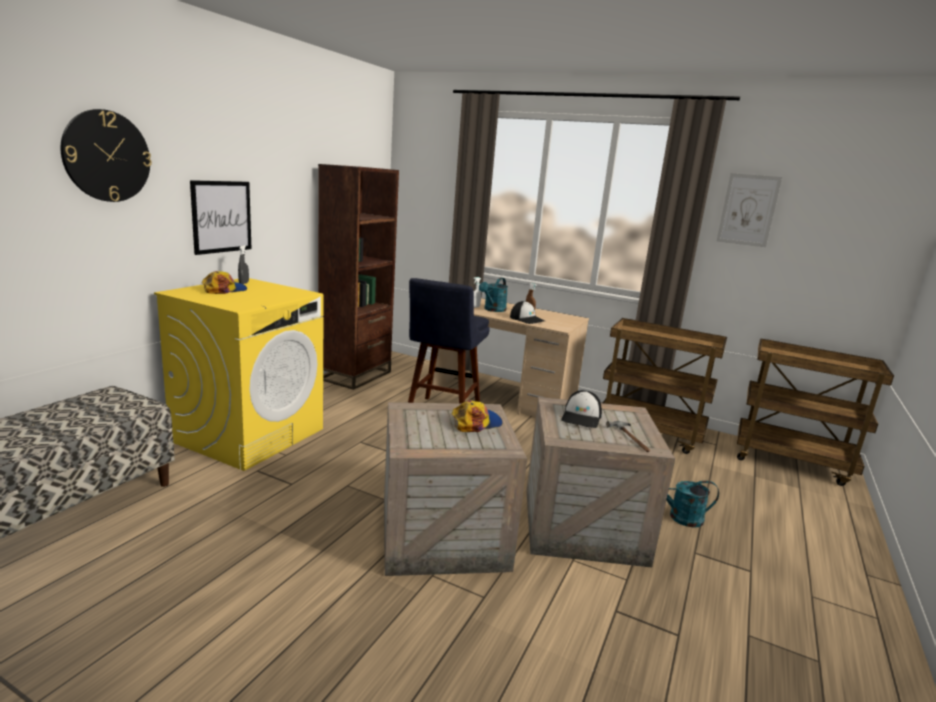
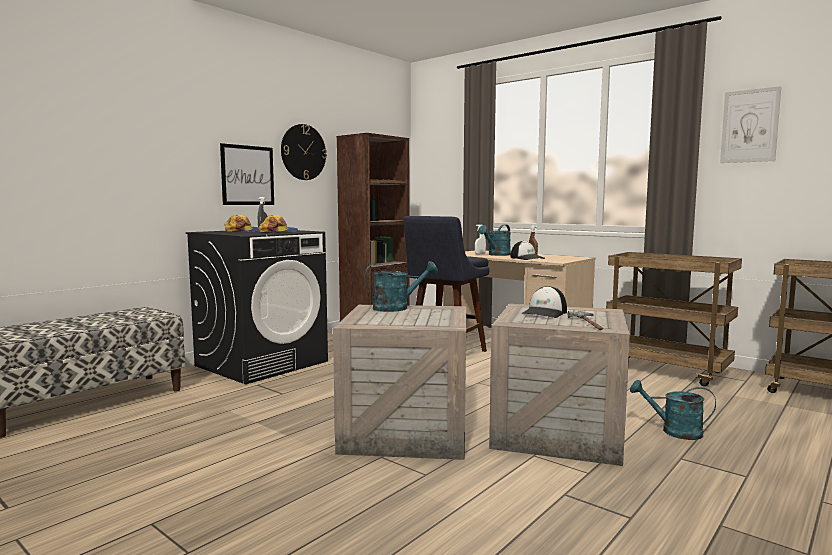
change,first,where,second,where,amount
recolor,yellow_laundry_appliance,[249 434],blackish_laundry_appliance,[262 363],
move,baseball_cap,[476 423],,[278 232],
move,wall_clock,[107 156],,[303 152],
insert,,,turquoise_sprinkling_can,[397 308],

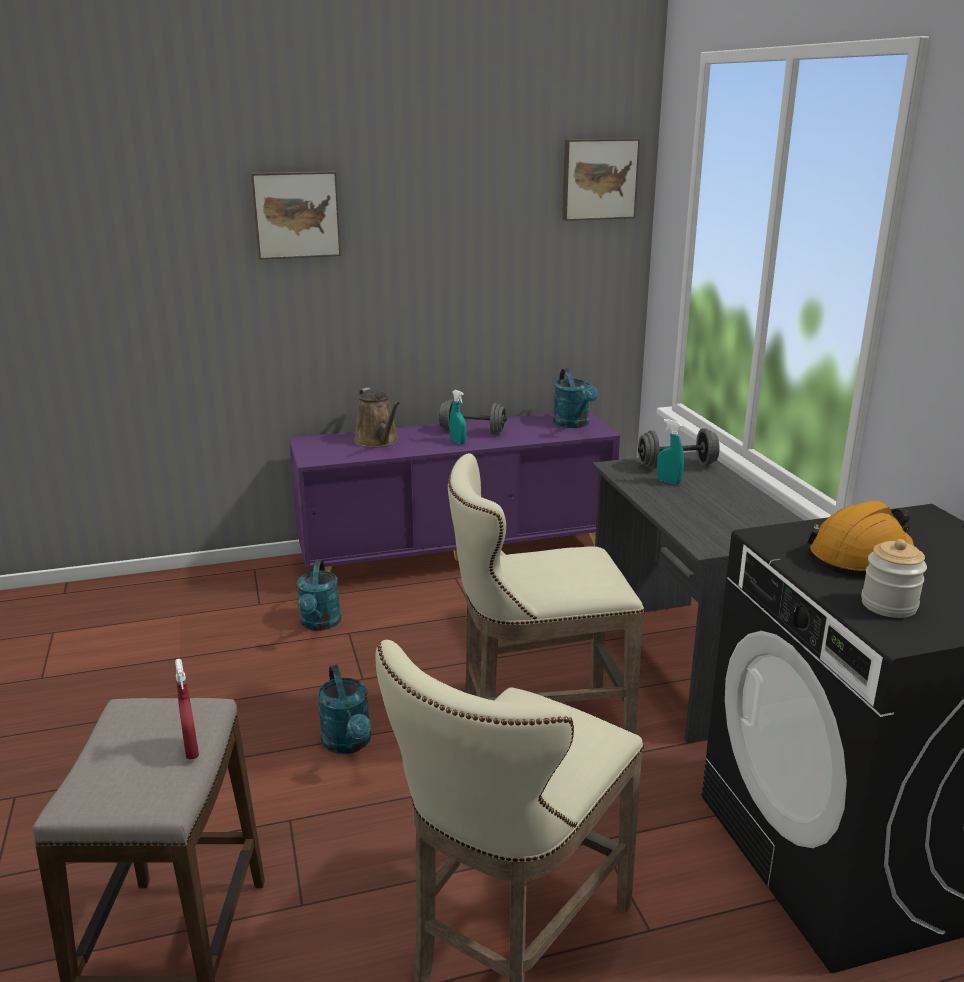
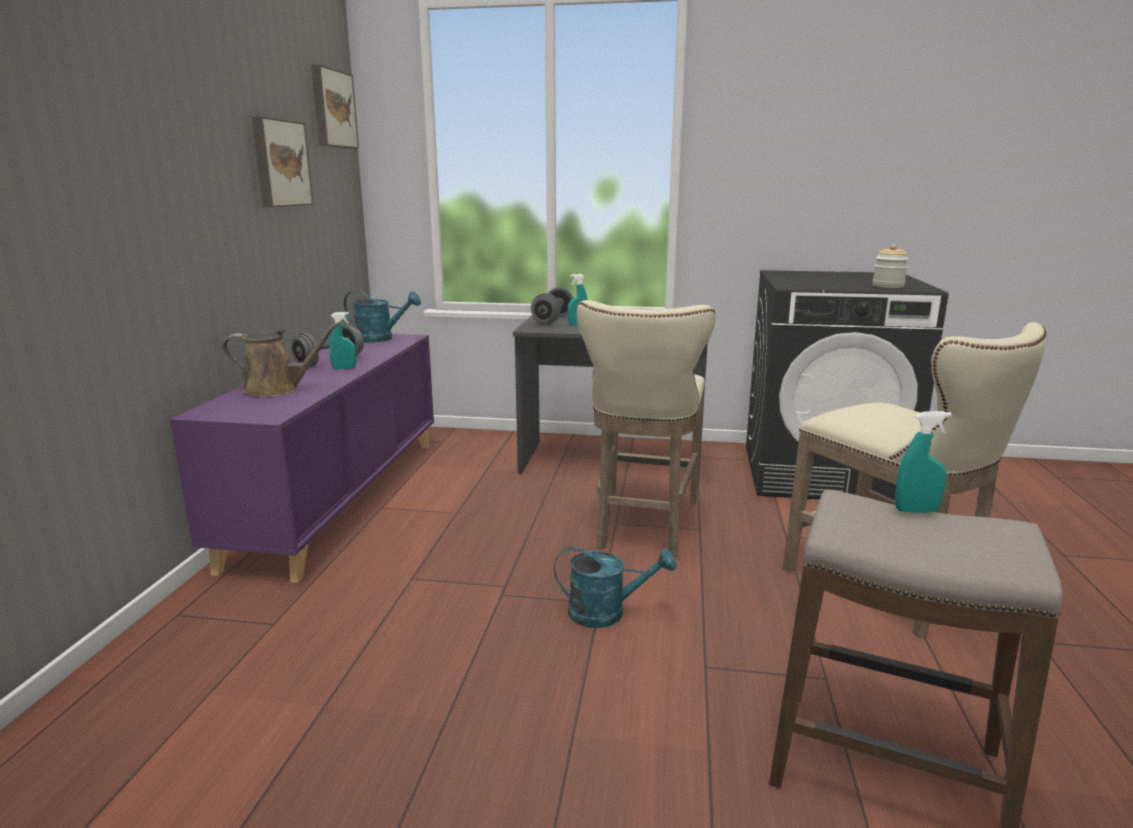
change,first,where,second,where,amount
move,wall_art,[296 214],,[279 163],
recolor,reddish_sprayer,[191 749],turquoise_sprayer,[916 511],
delete,turquoise_sprinkling_can,[319 624],,,
delete,orange_work_helmet,[861 556],,,

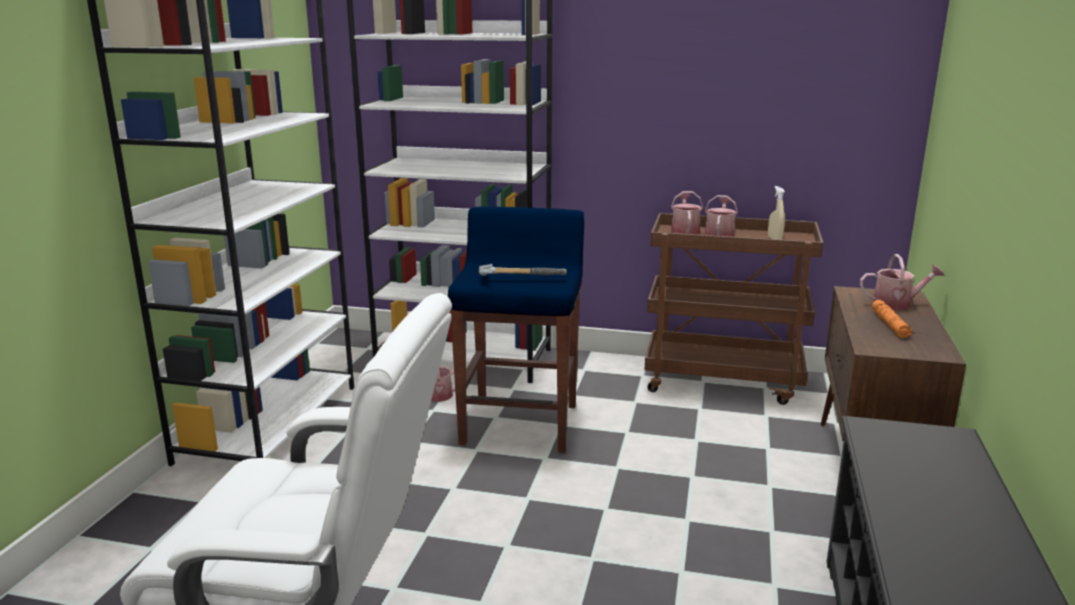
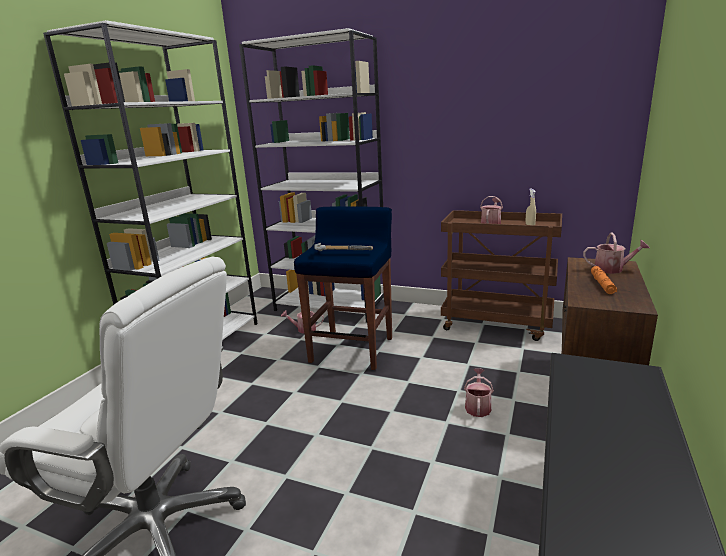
change,first,where,second,where,amount
move,sprinkling_can,[684 231],,[478 406],

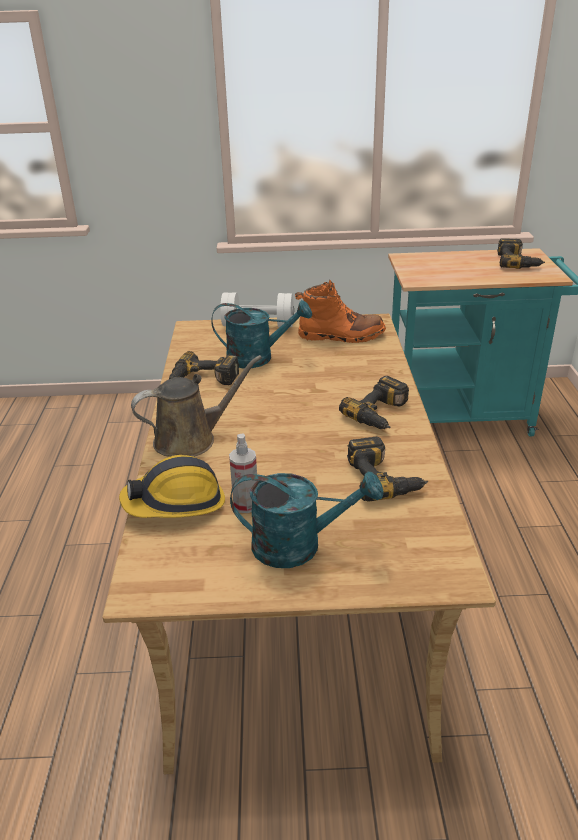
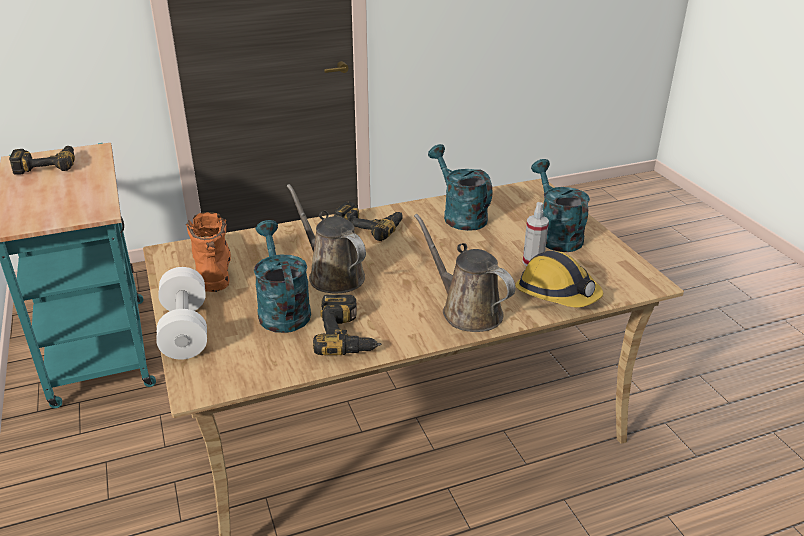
change,first,where,second,where,amount
insert,,,brownish_sprinkling_can,[332 275],
replace,electric_drill,[384 478],turquoise_sprinkling_can,[460 215],

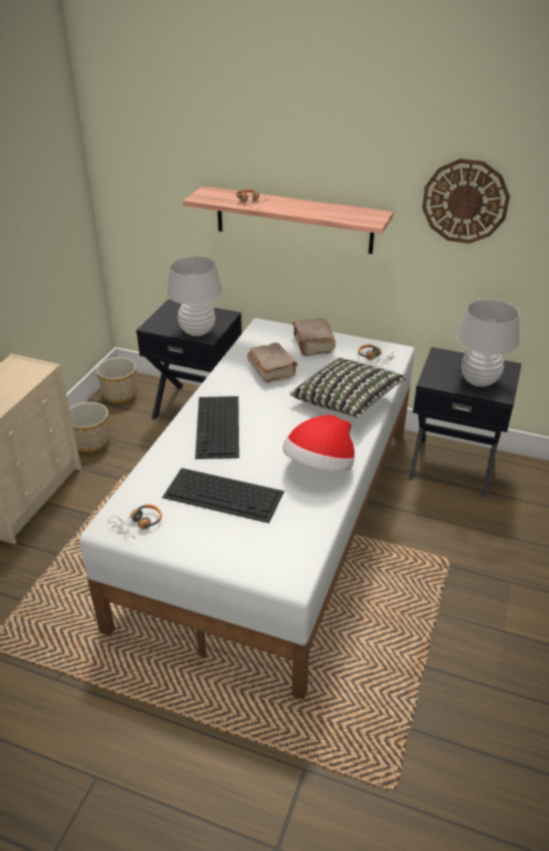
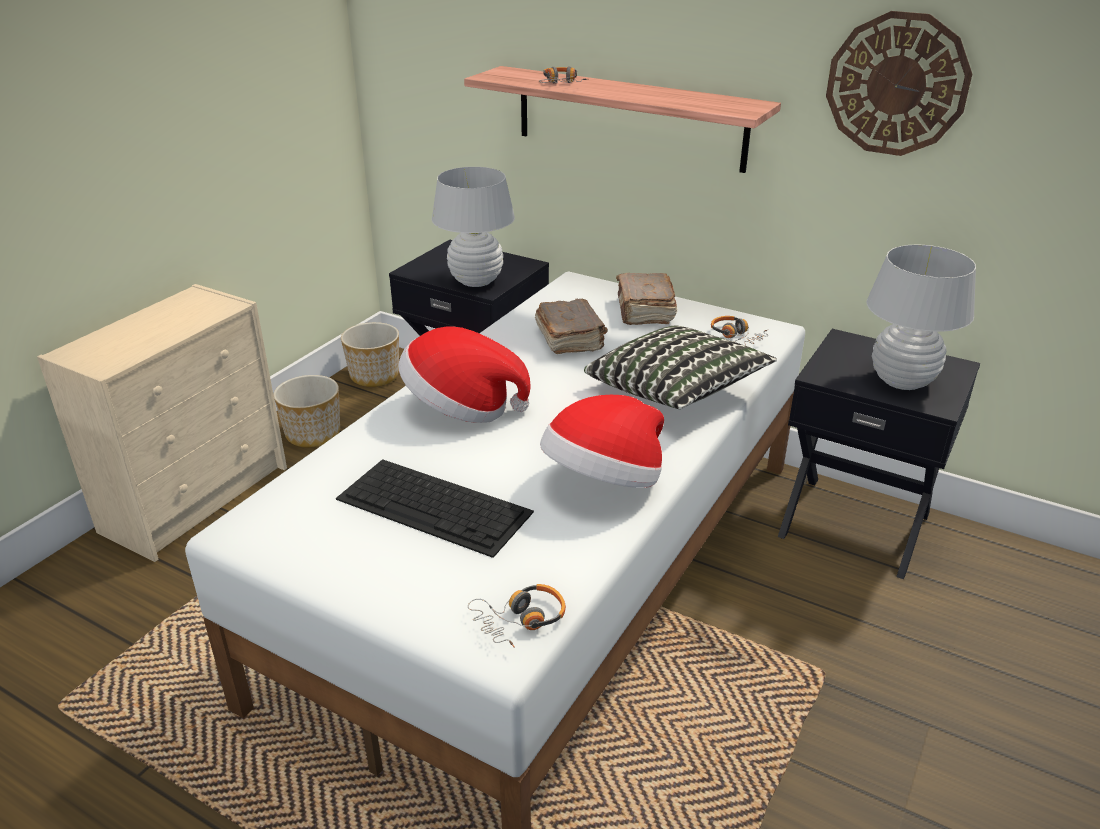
change,first,where,second,where,amount
replace,computer_keyboard,[218 427],hat,[461 408],
move,pair_of_headphones,[138 525],,[520 620],

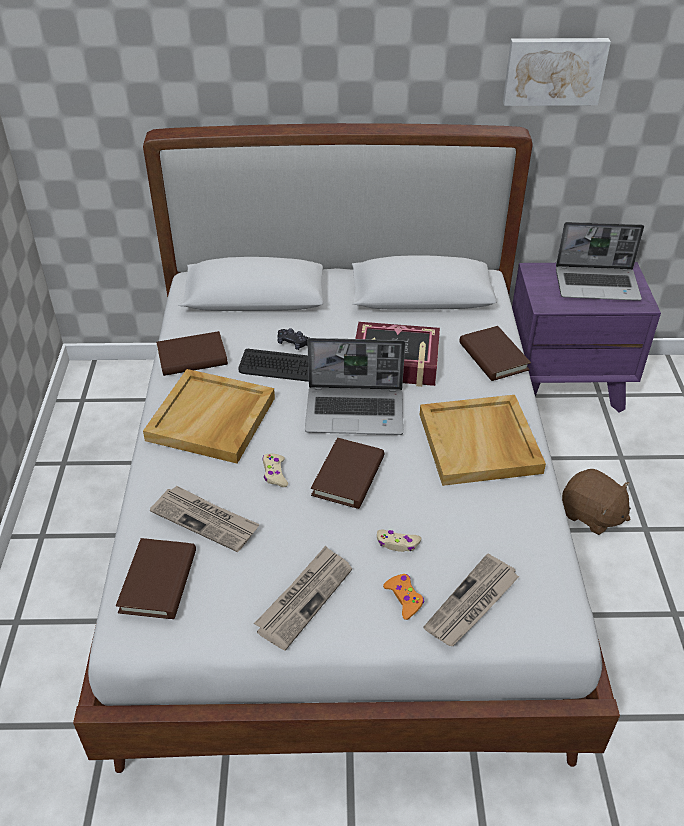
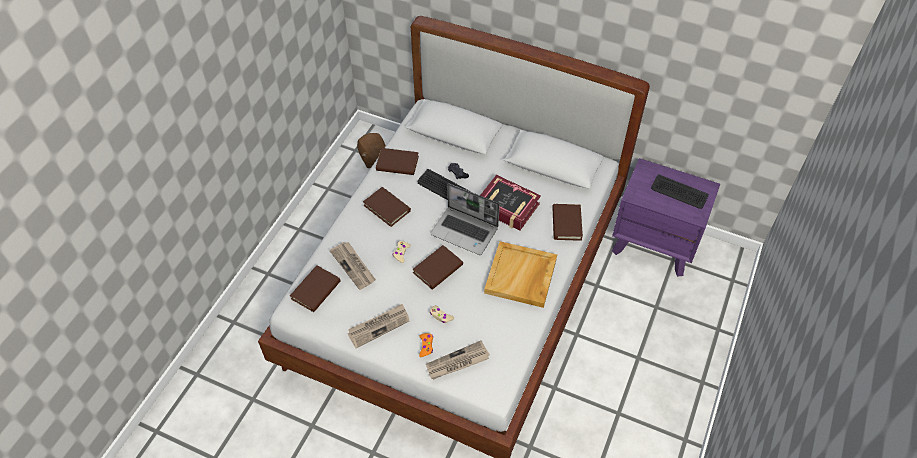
change,first,where,second,where,amount
move,brownish_cuddly_toy,[591 515],,[373 158],
replace,sand-coloured_carrying_tray,[212 420],brownish_bound_book,[387 208],
replace,portable_computer,[598 284],computer_keyboard,[679 192],
delete,wall_art,[554 70],,,

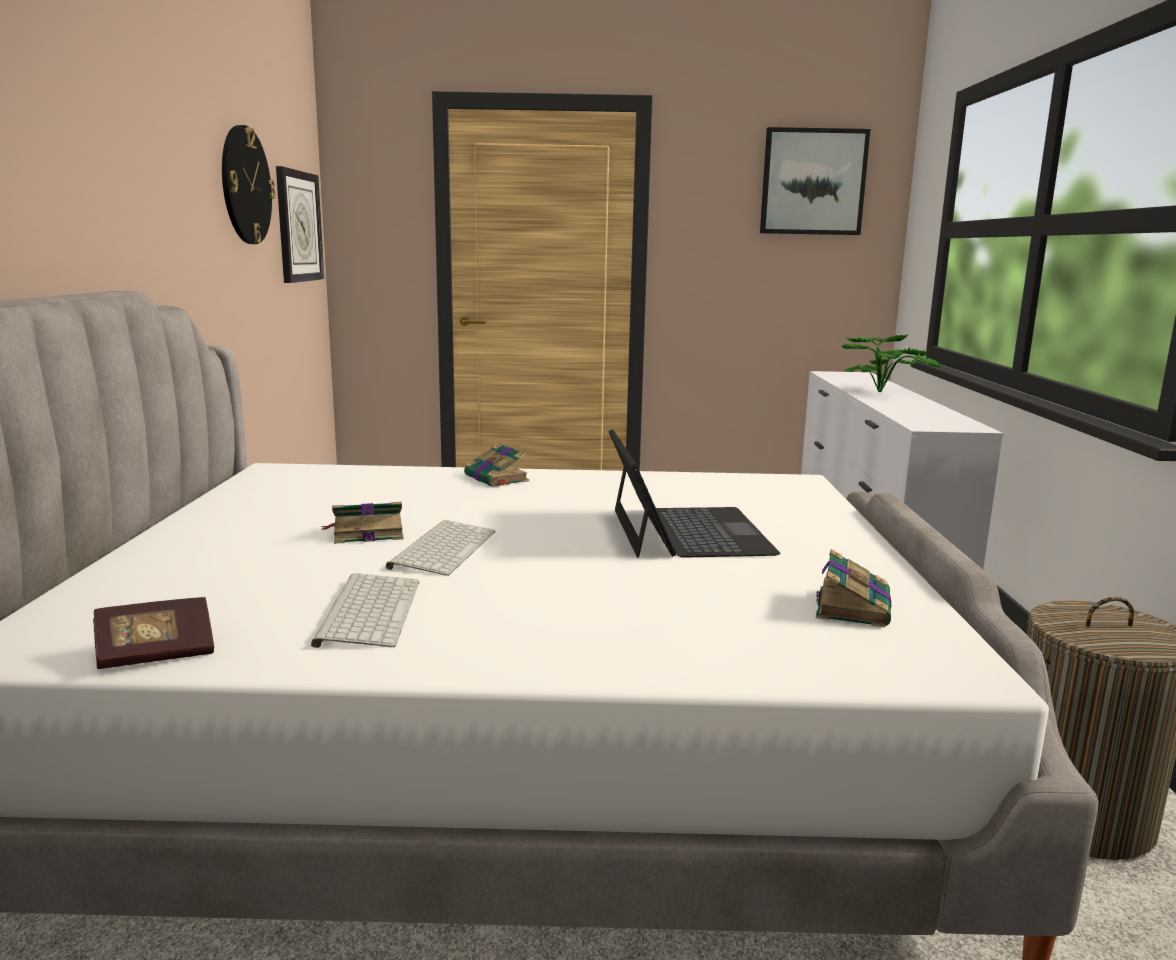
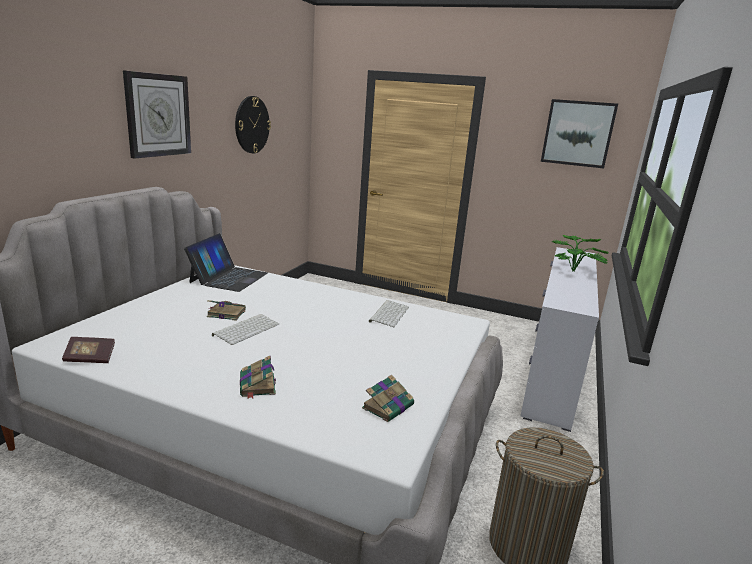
change,first,where,second,where,amount
move,wall_clock,[298 226],,[158 115],
move,portable_computer,[686 531],,[229 277],
move,bound_book,[497 479],,[257 385],
move,computer_keyboard,[367 610],,[388 313],

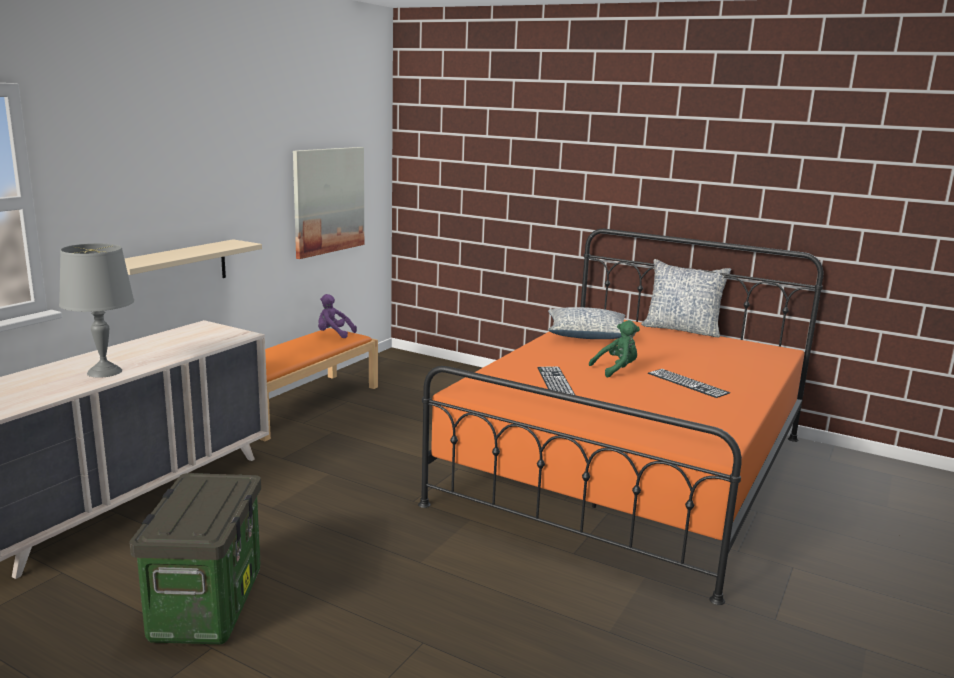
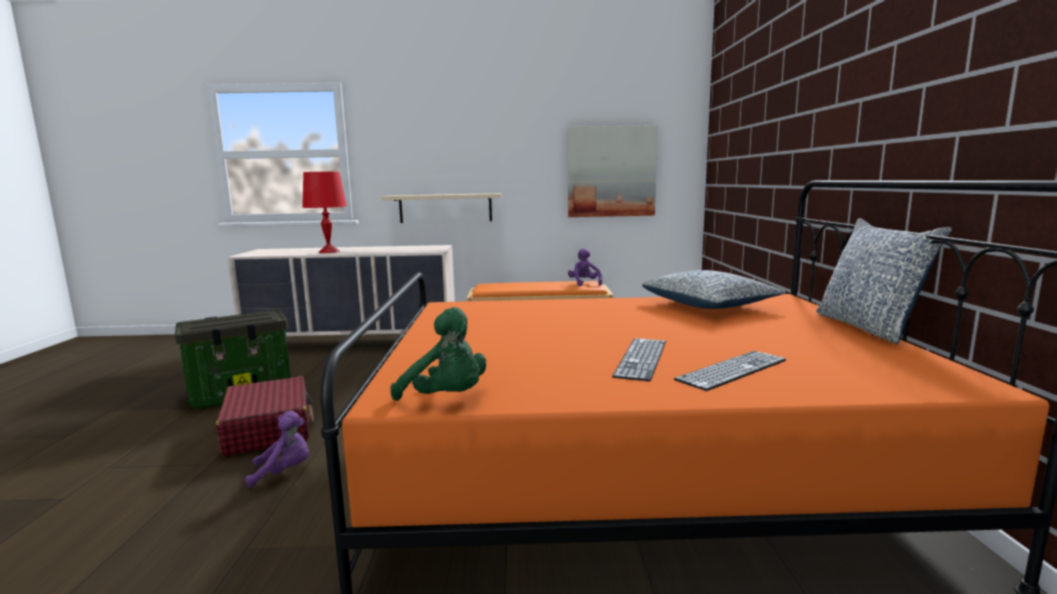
change,first,where,second,where,amount
insert,,,reddish_piece_of_luggage,[269 429],
insert,,,purplish_cuddly_toy,[284 472],
recolor,grey_table_lamp,[104 372],reddish_table_lamp,[328 252],
move,green_cuddly_toy,[616 369],,[447 399],
move,computer_keyboard,[555 381],,[732 370],

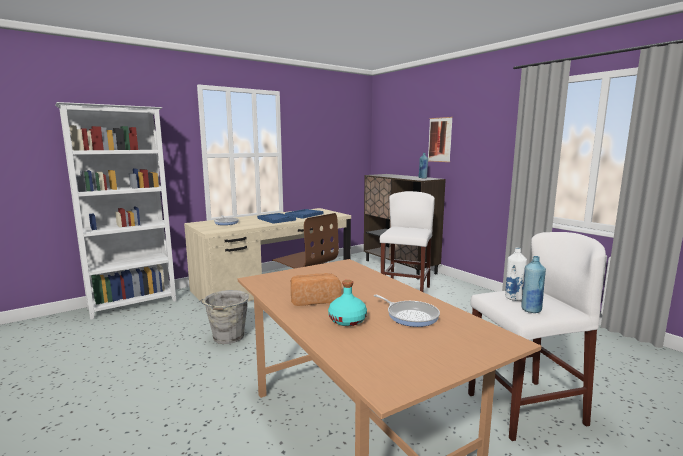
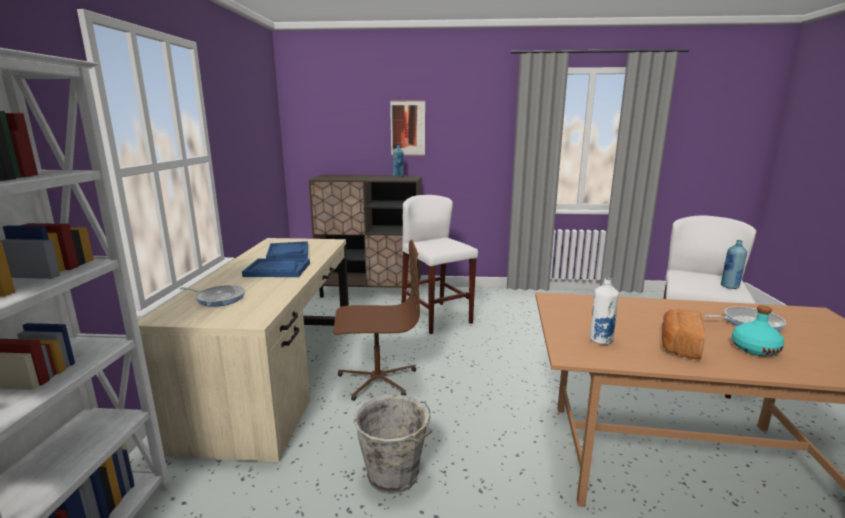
change,first,where,second,where,amount
move,whitish_bottle,[513 298],,[600 340],

